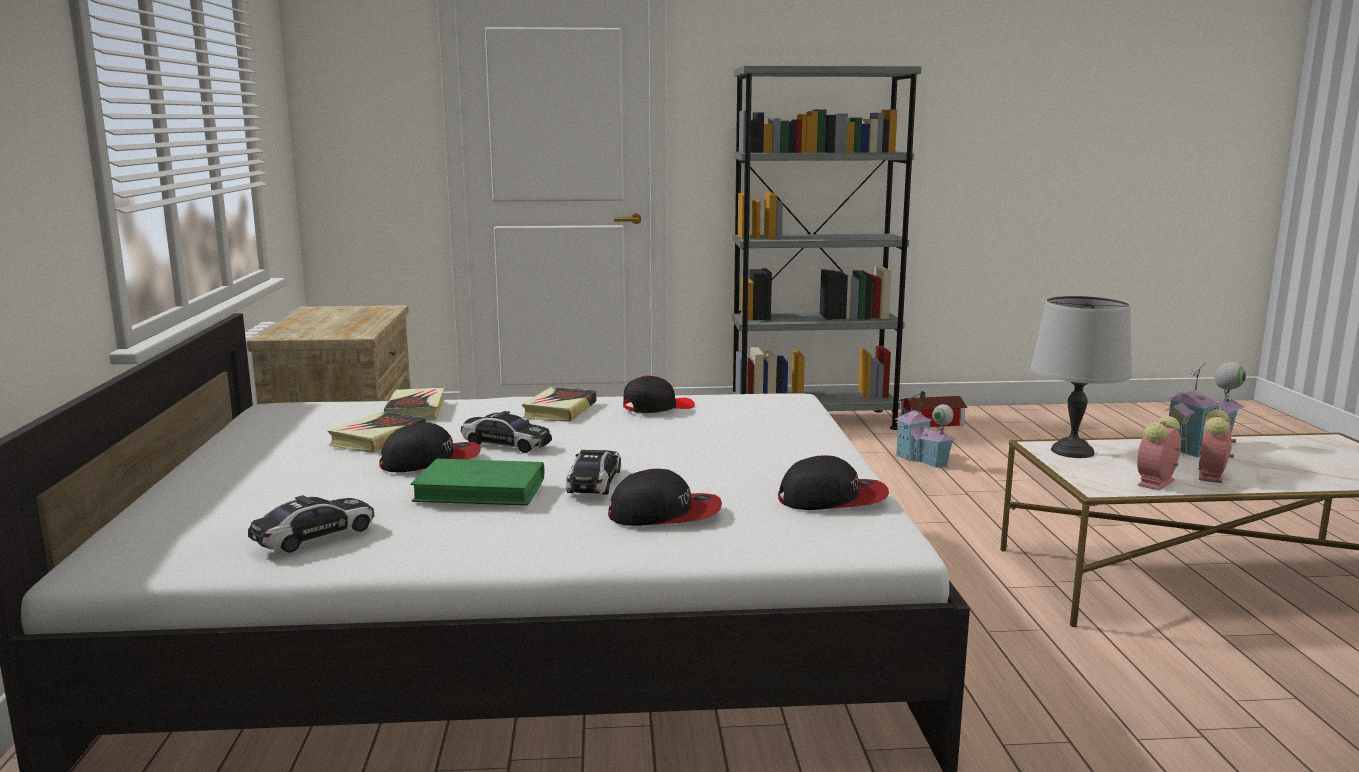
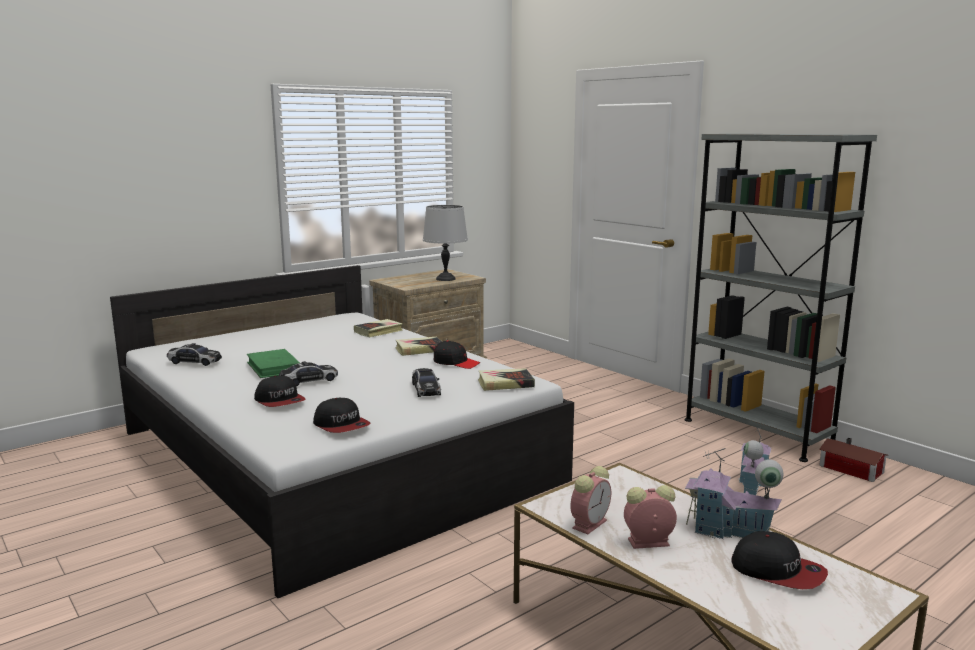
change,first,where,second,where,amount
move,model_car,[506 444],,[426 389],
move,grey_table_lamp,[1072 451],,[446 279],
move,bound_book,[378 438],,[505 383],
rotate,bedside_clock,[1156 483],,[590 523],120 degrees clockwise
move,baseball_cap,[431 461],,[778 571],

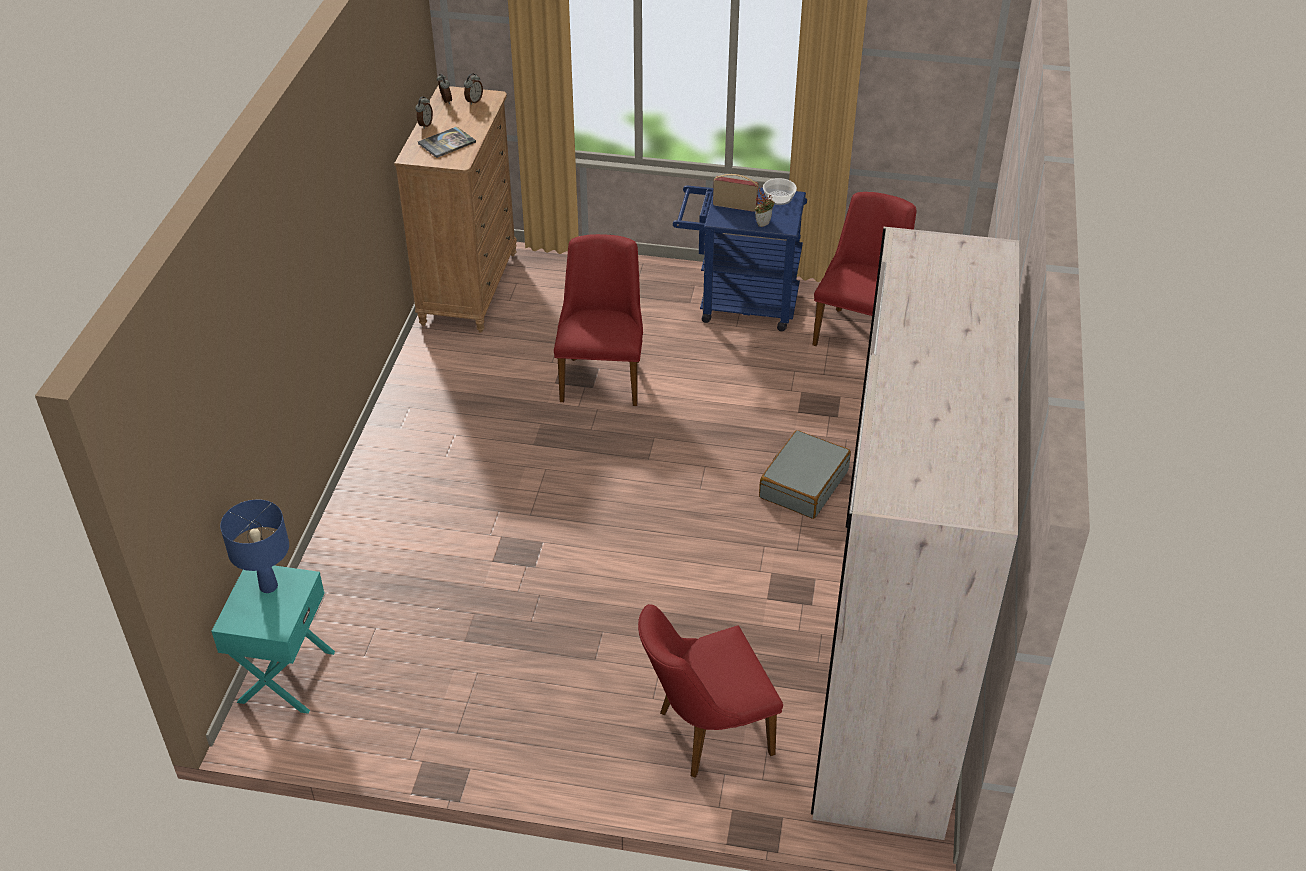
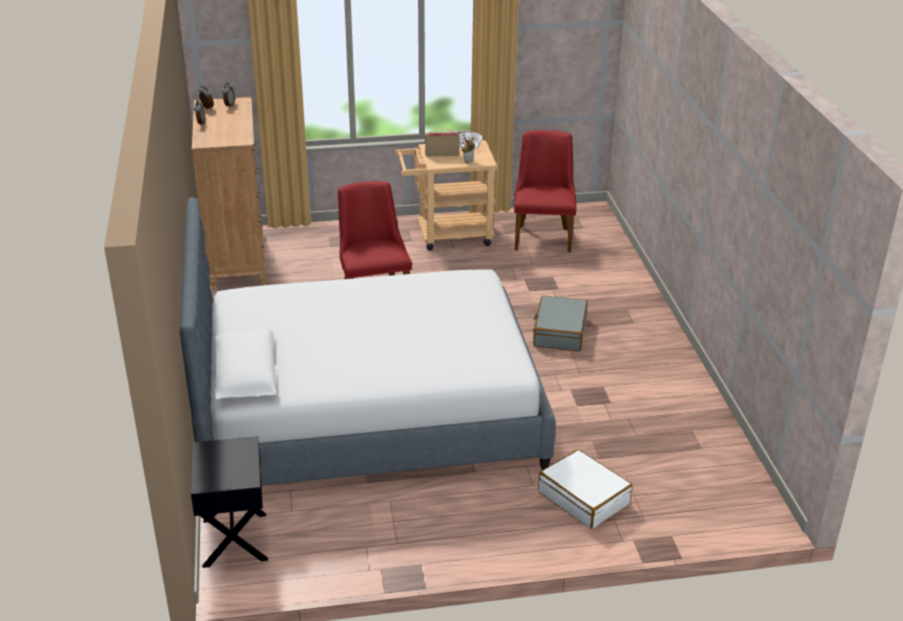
change,first,where,second,where,amount
insert,,,bed,[368 412],
recolor,turquoise_night_table,[285 676],blackish_night_table,[233 540],
recolor,blue-coloured_cart,[738 304],sand-coloured_cart,[447 235],
replace,reddish_plain_chair,[704 733],whitish_piece_of_luggage,[584 498],
delete,blue-coloured_table_lamp,[268 586],,,
delete,bound_book,[446 143],,,
delete,sand-coloured_wardrobe,[890 671],,,

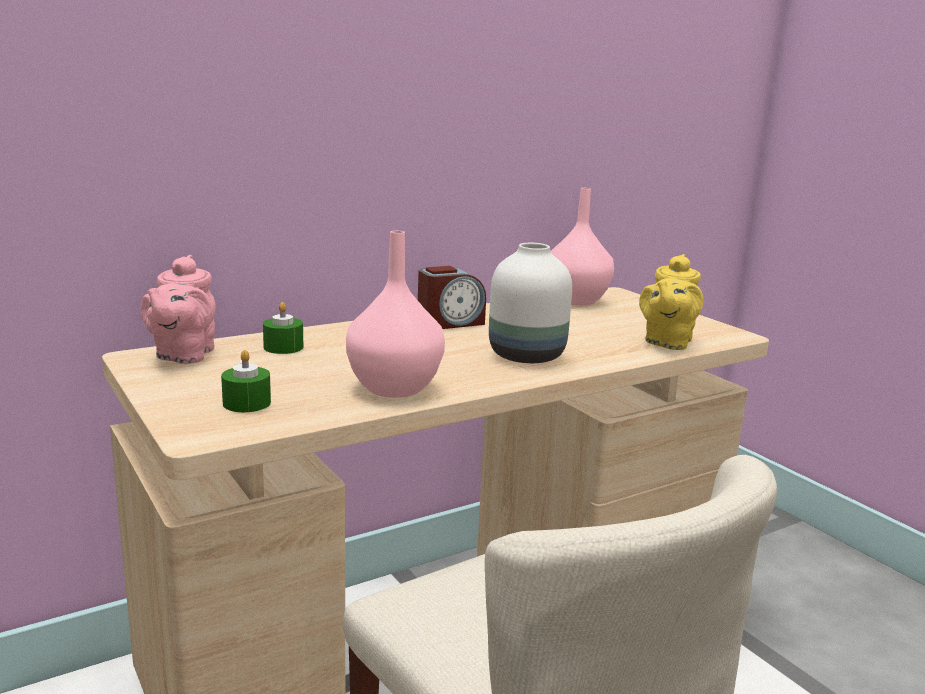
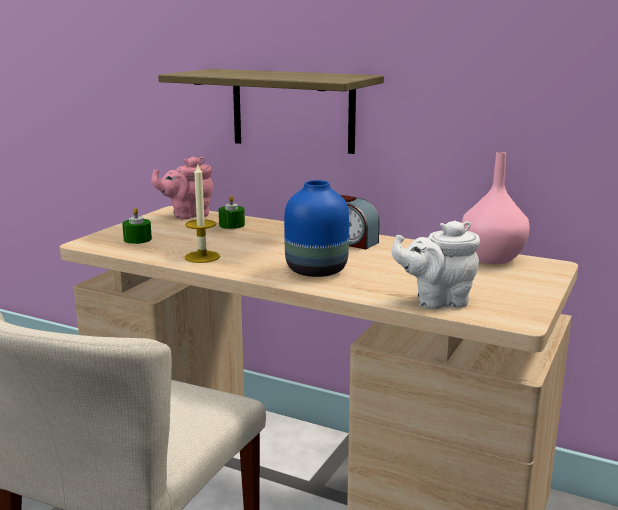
change,first,where,second,where,amount
insert,,,bracket_shelf,[292 110],
replace,pinkish_flower_vase,[395 388],candle,[202 257],
recolor,whitish_flower_vase,[524 356],blue-coloured_flower_vase,[315 270],
recolor,yellow_pot_for_tea,[667 342],whitish_pot_for_tea,[437 301],

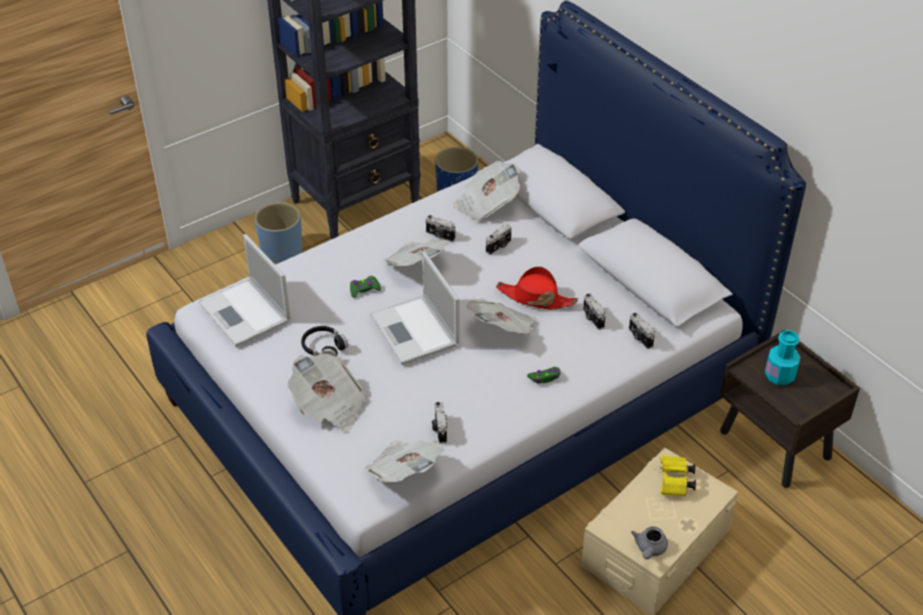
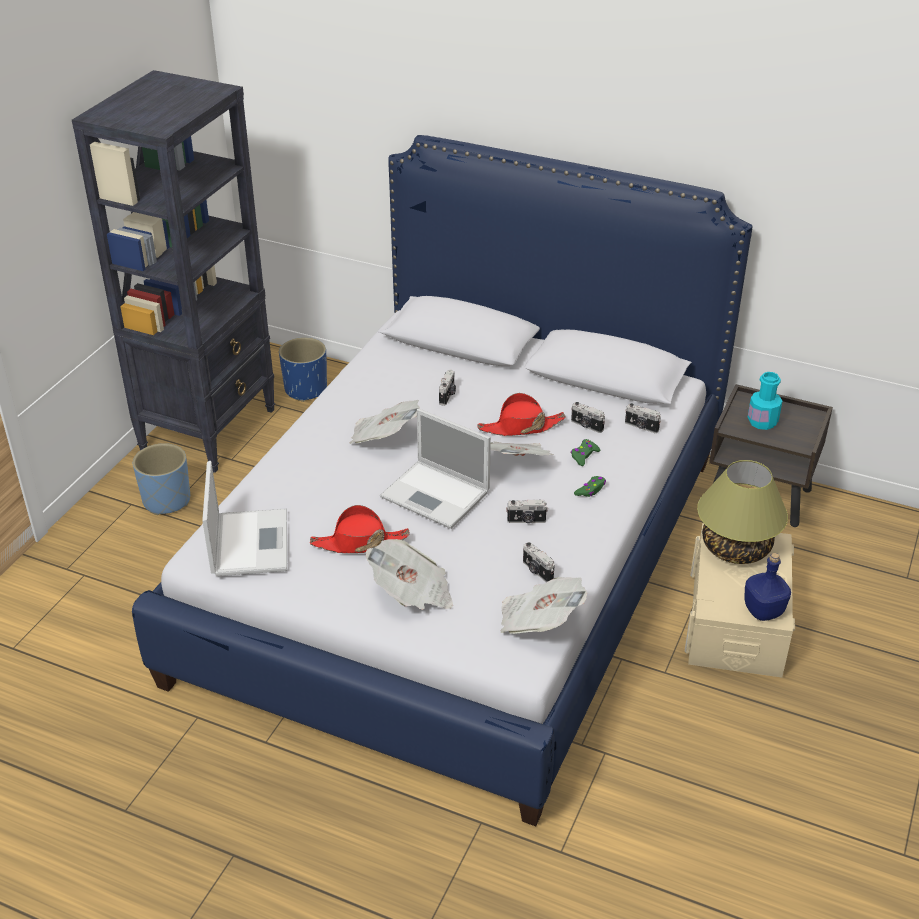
change,first,where,second,where,amount
rotate,portable_computer,[246 313],,[249 541],120 degrees counterclockwise
replace,blackish_pair_of_headphones,[324 347],reddish_hat,[359 543],
move,still_camera,[440 236],,[526 521],
move,green_gamepad,[364 289],,[584 455],
replace,yellow_field_glasses,[675 482],table_lamp,[736 548],
replace,grey_pot_for_tea,[649 549],blue-coloured_bottle,[764 611],
delete,newspaper,[486 204],,,

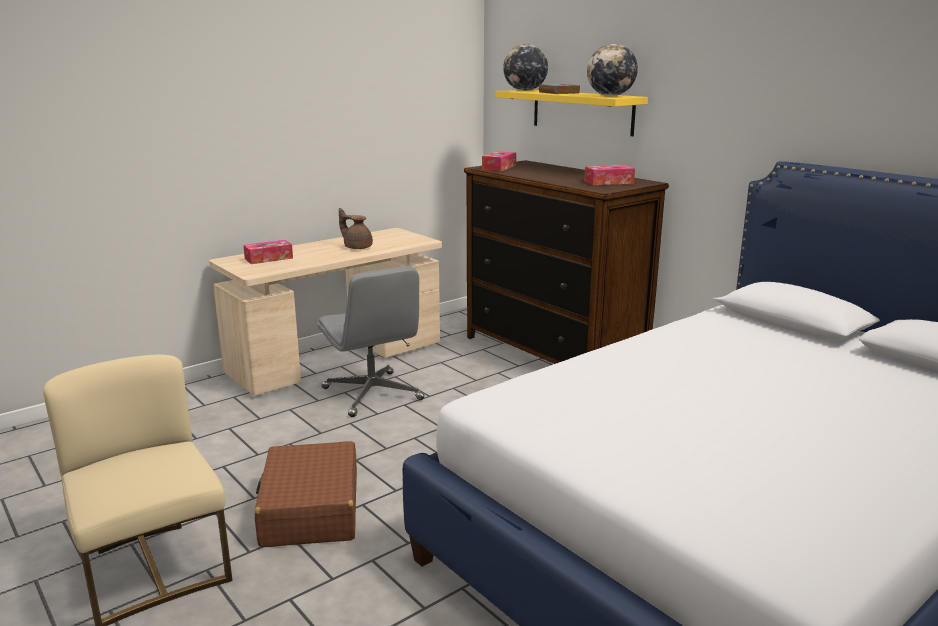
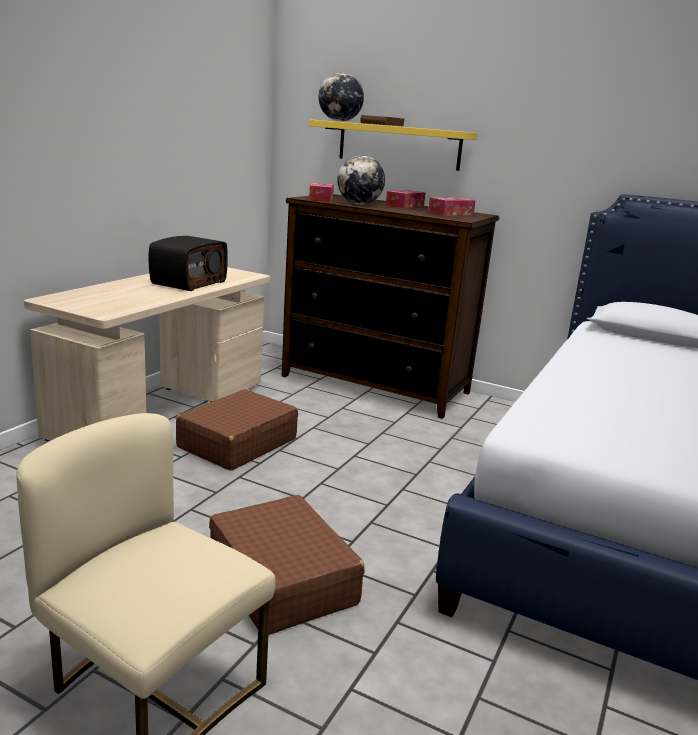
change,first,where,second,where,amount
replace,brownish_pot_for_tea,[357 247],radio_receiver,[188 282],
replace,grey_computer_chair,[373 394],brownish_piece_of_luggage,[237 443],
move,world_globe,[610 96],,[359 204],
move,tissue_box,[269 258],,[405 205],

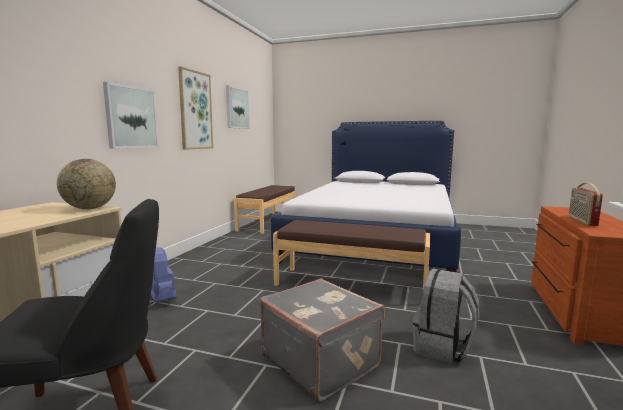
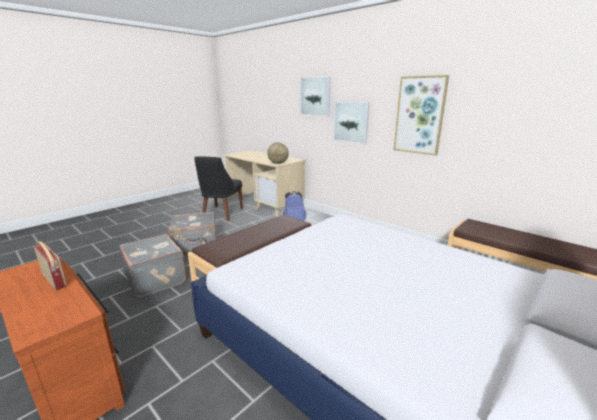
change,first,where,second,where,amount
replace,grey_knapsack,[442 347],grey_piece_of_luggage,[156 278],
move,wall_art,[237 108],,[315 96],

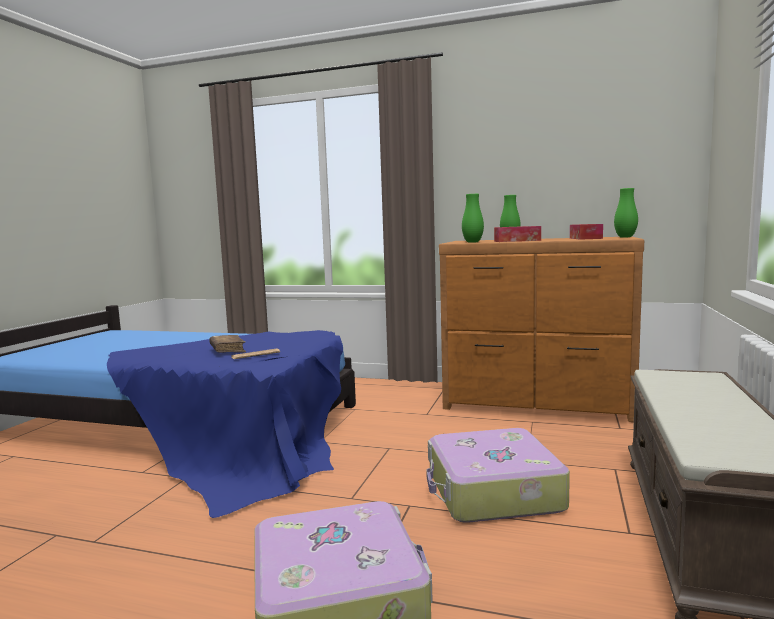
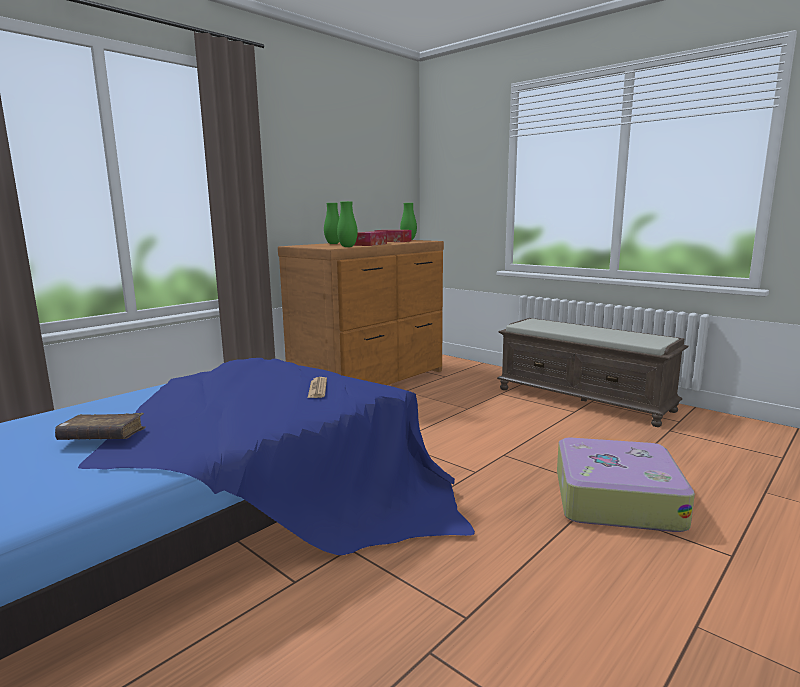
change,first,where,second,where,amount
move,brownish_bound_book,[227 350],,[102 437],
delete,piece_of_luggage,[492 492],,,

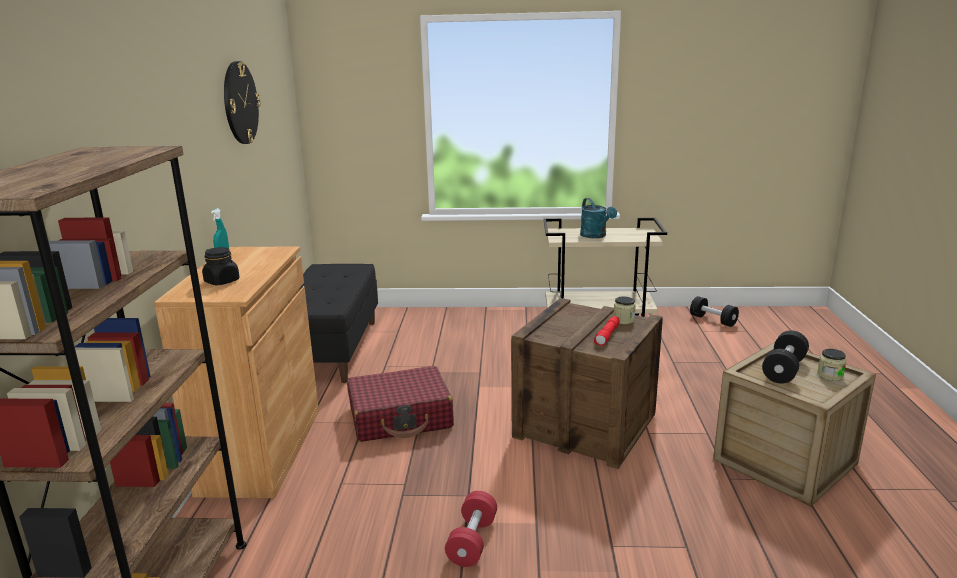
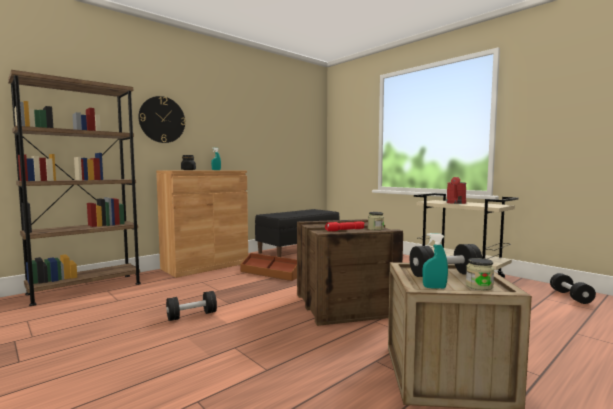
change,first,where,second,where,amount
move,wall_clock,[240 103],,[162 119],
recolor,reddish_dumbbell,[472 541],blackish_dumbbell,[192 315],
replace,reddish_piece_of_luggage,[400 417],brownish_storage_container,[270 273],
insert,,,turquoise_sprayer,[434 287],
recolor,turquoise_sprinkling_can,[596 236],reddish_sprinkling_can,[456 203],

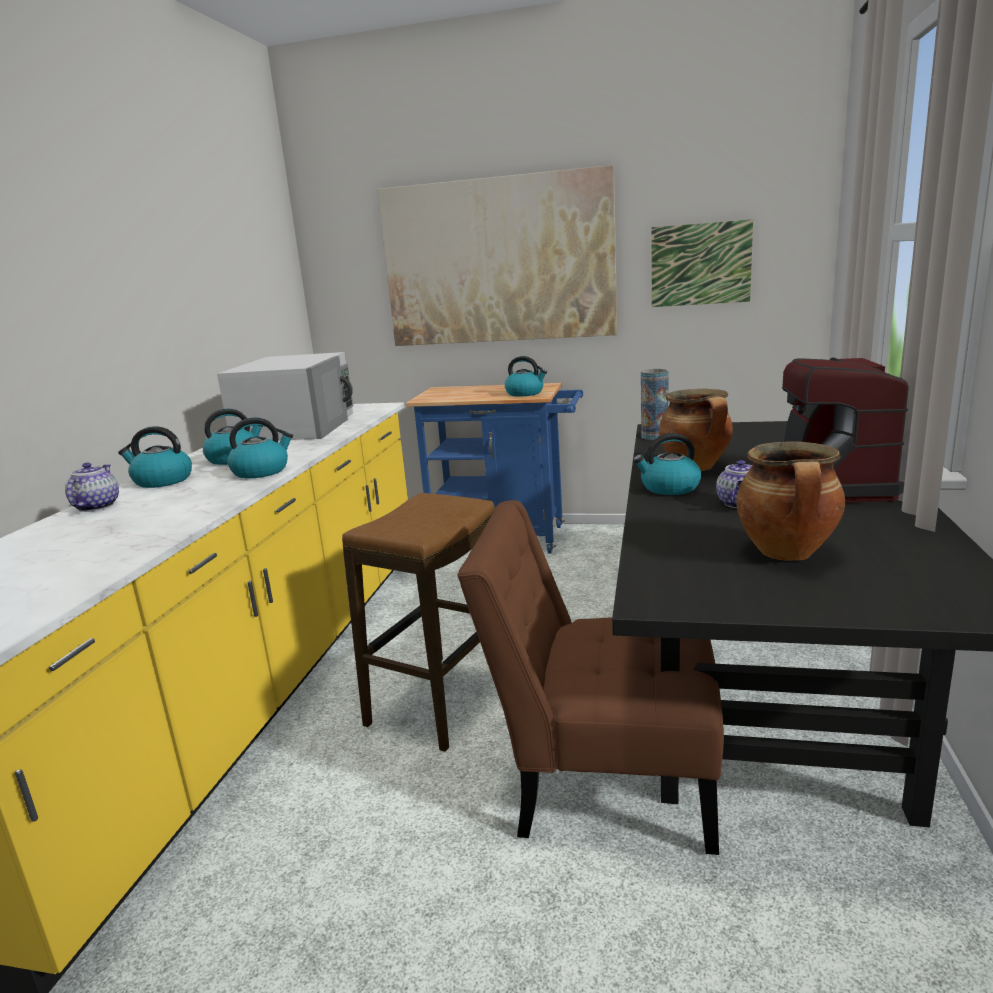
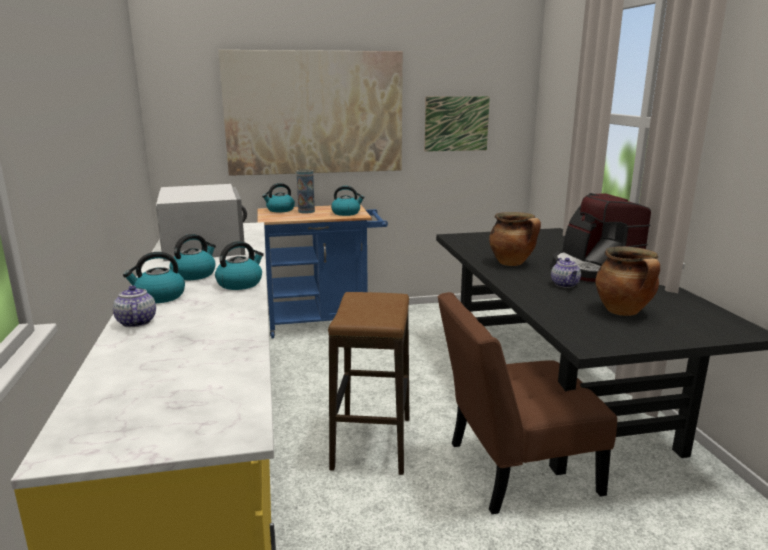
change,first,where,second,where,amount
move,water_kettle,[669 488],,[280 210],
move,flower_vase,[654 436],,[306 211],

